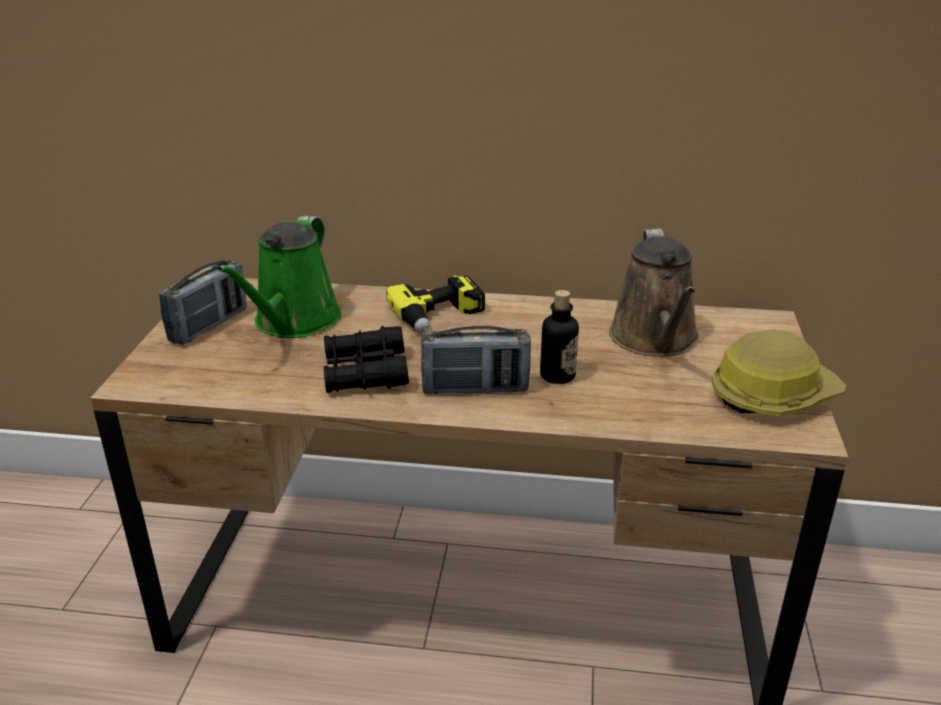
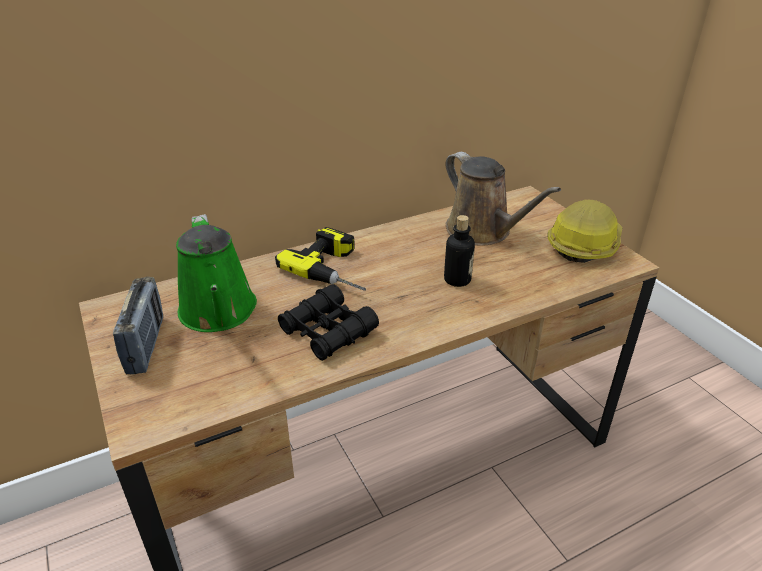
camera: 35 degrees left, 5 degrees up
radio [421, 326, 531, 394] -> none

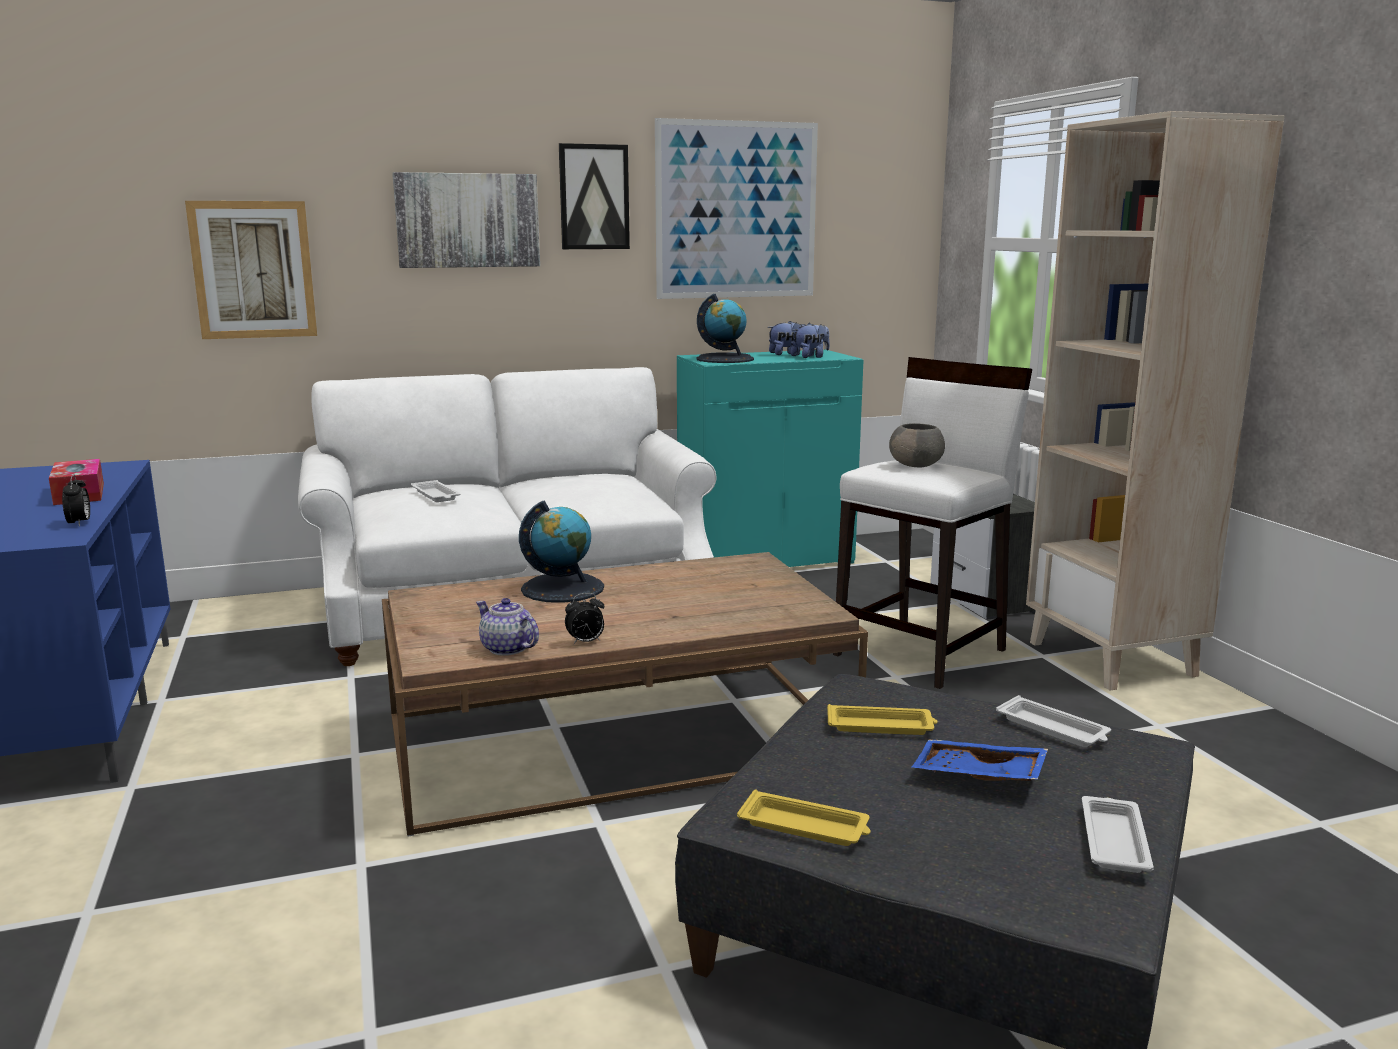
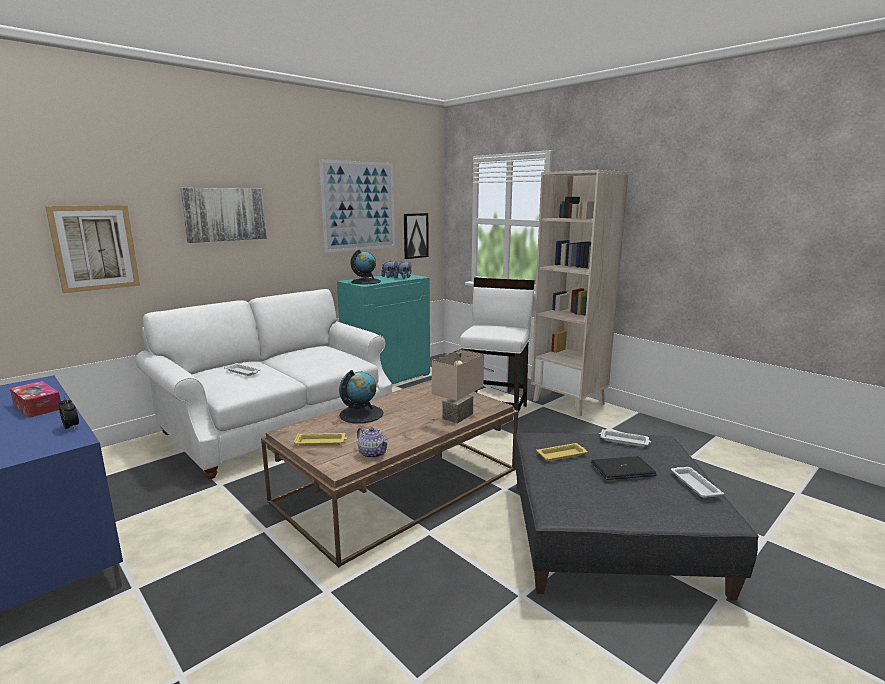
camera: 25 degrees left, 0 degrees up
alarm clock [565, 593, 604, 645] -> none
grey bowl [889, 423, 945, 467] -> none
none -> beige table lamp [432, 349, 484, 424]
picture [559, 143, 630, 249] -> picture [404, 213, 429, 259], shifted
yellow tray [737, 790, 871, 846] -> yellow tray [293, 433, 347, 446], shifted
blue tray [912, 740, 1048, 781] -> laptop [591, 456, 657, 480]
teapot [476, 598, 539, 656] -> teapot [357, 427, 388, 458], 150 degrees counterclockwise

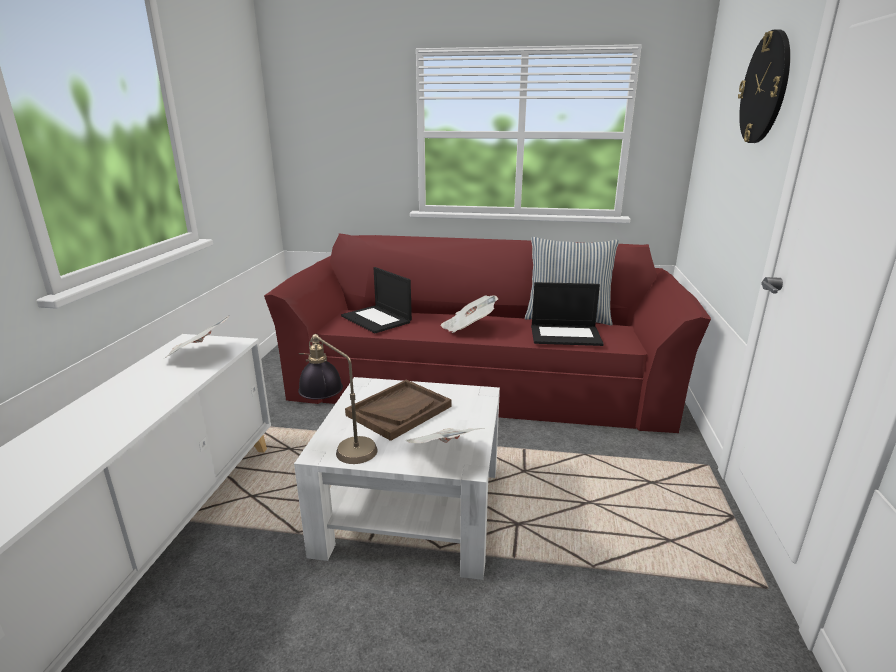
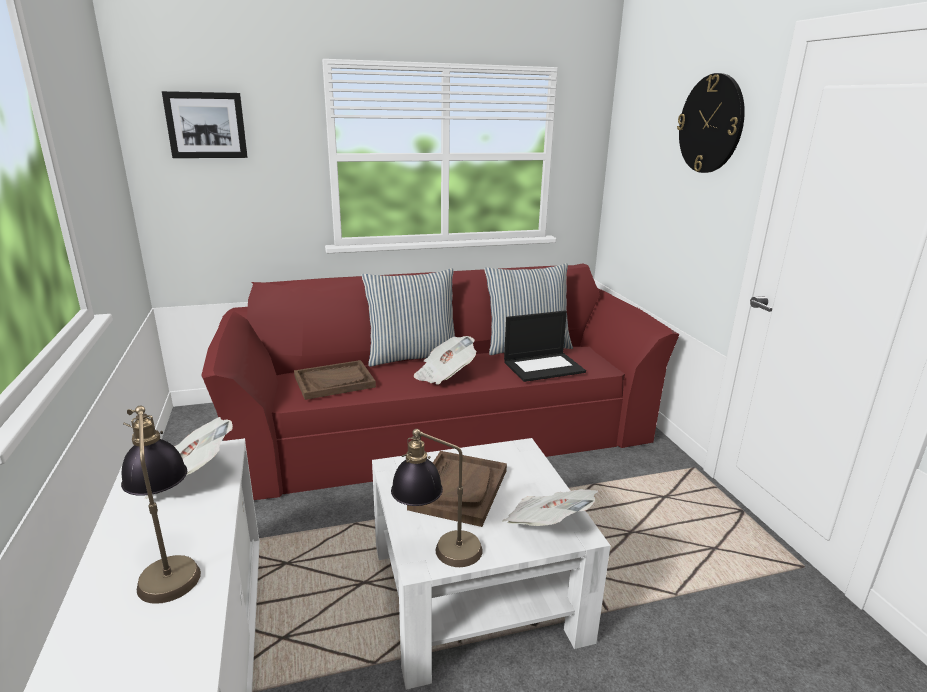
camera: 25 degrees left, 0 degrees up
none -> table lamp [121, 406, 201, 604]
none -> picture [162, 91, 247, 158]
none -> pillow [362, 268, 455, 367]
laptop [341, 267, 412, 333] -> brown tray [294, 360, 376, 400]

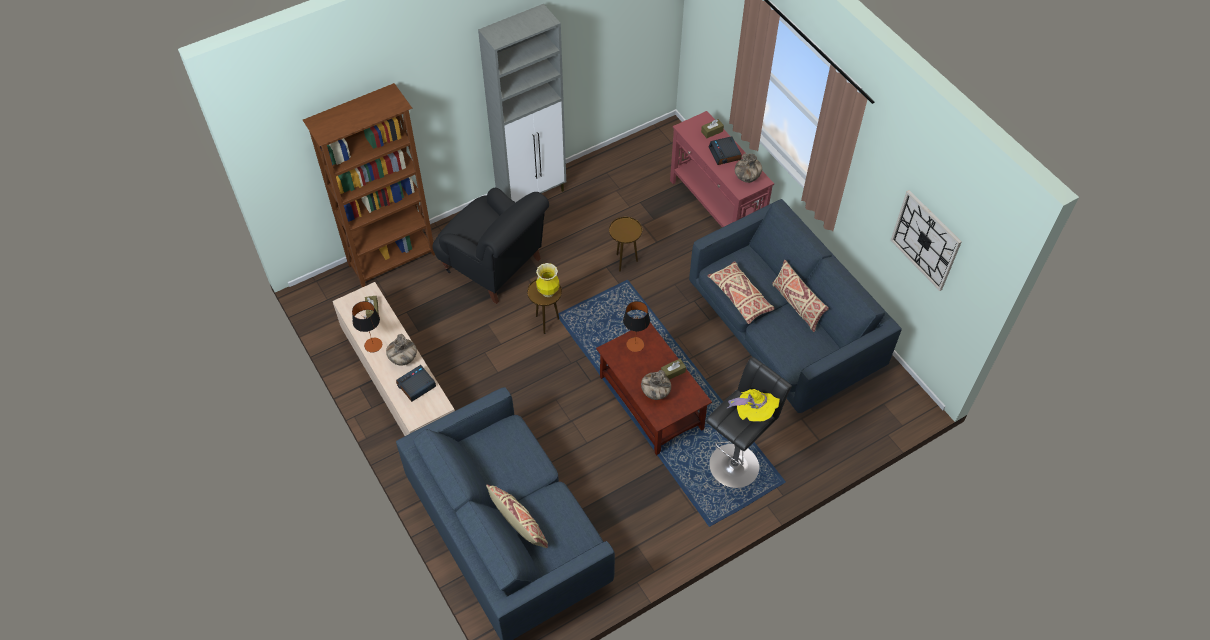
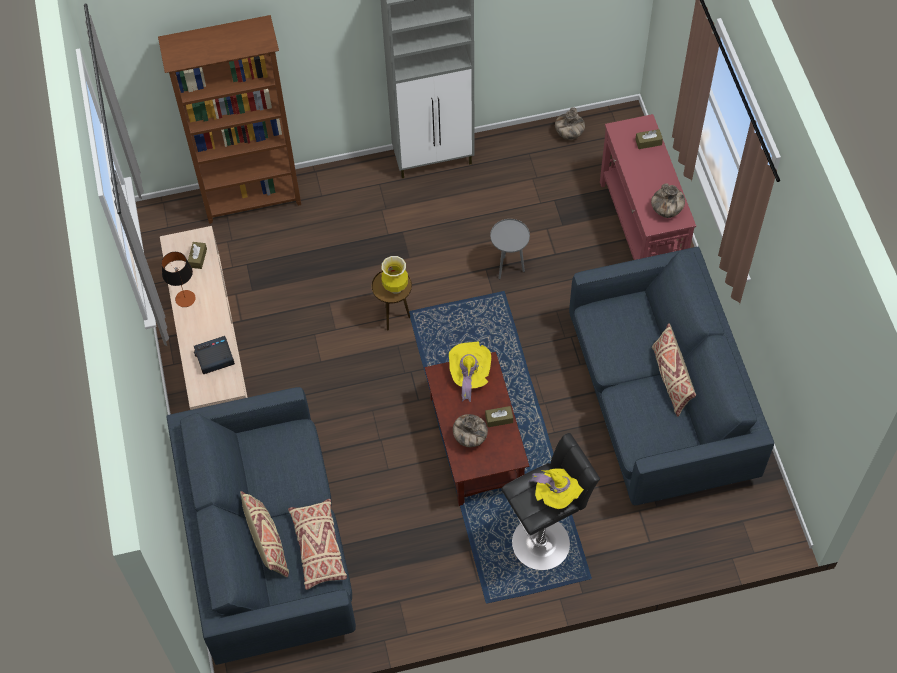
camera: 20 degrees right, 5 degrees up
black armchair [432, 188, 549, 304] -> none
alarm clock [709, 136, 742, 165] -> none
wall clock [890, 190, 961, 291] -> none
vase [386, 334, 417, 365] -> vase [555, 107, 585, 140], shifted
beige pillow [707, 261, 775, 324] -> beige pillow [288, 499, 347, 590], shifted
table lamp [623, 301, 650, 352] -> yellow hat [449, 341, 491, 402]
brown side table [609, 217, 642, 272] -> grey side table [490, 219, 530, 279]

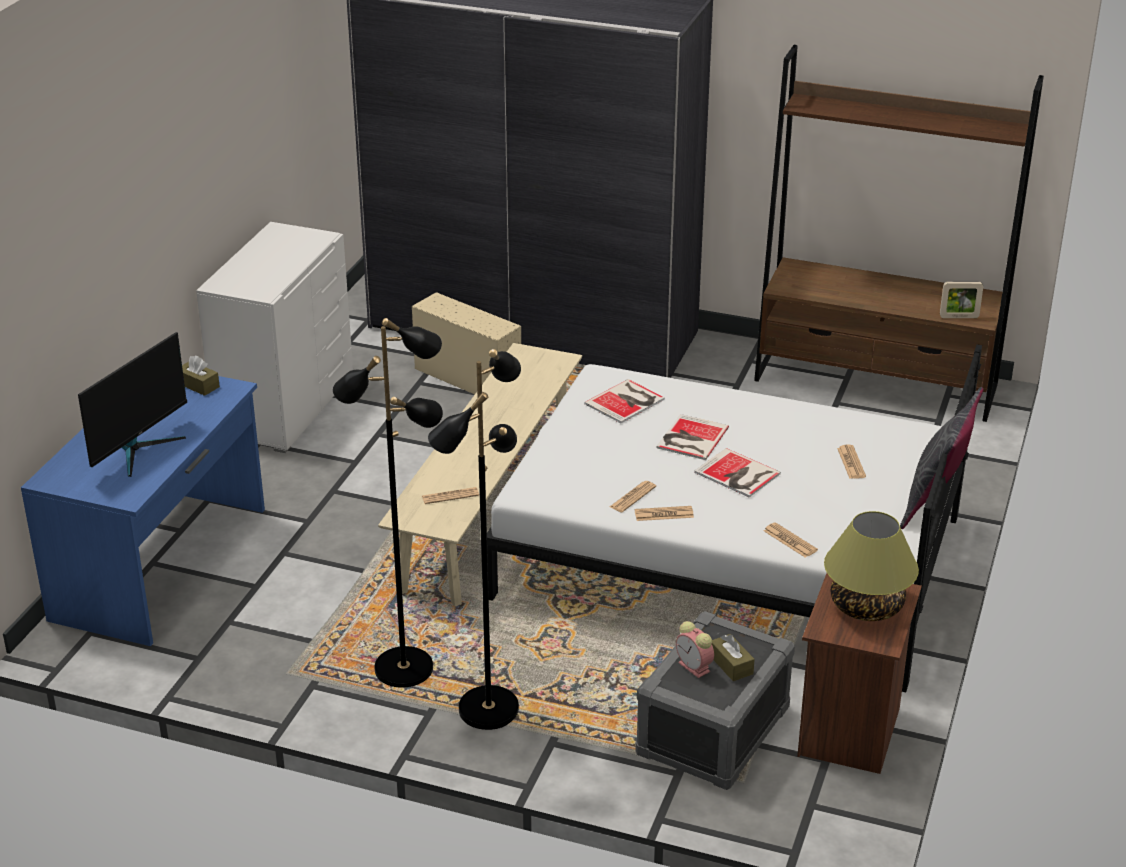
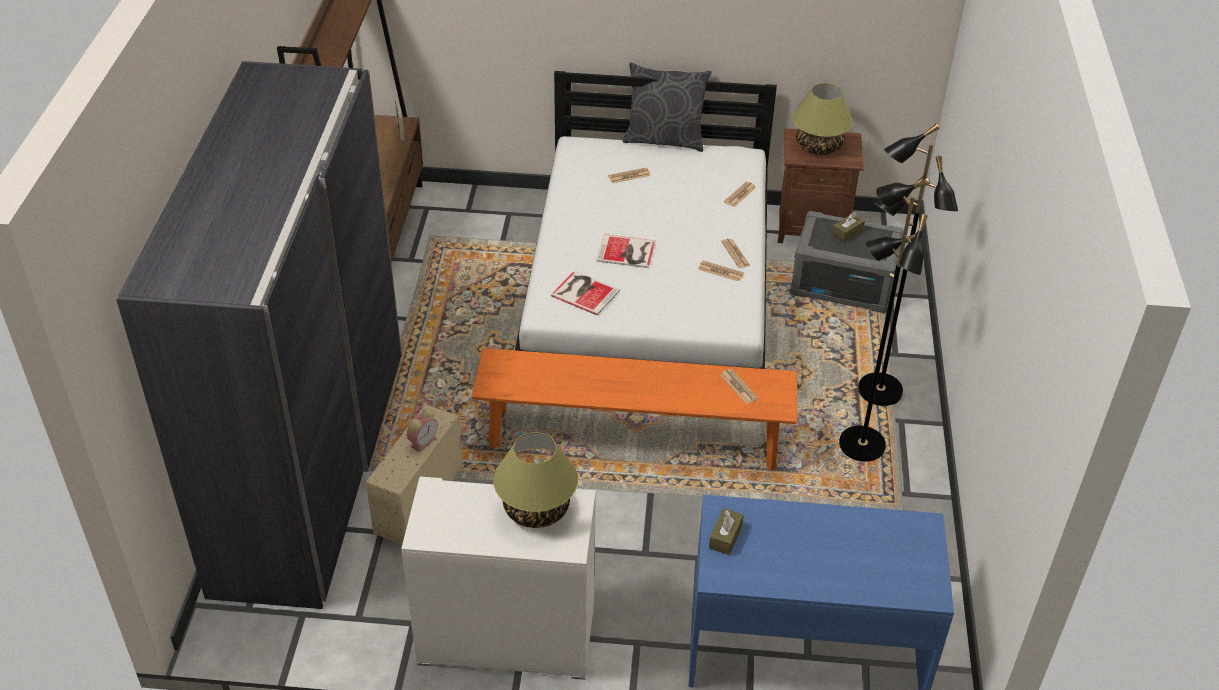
camera: 105 degrees left, 10 degrees up
monitor [78, 332, 187, 477] -> none
book [694, 448, 781, 497] -> none
none -> table lamp [493, 432, 578, 528]
alarm clock [676, 621, 714, 678] -> alarm clock [407, 408, 438, 452], shifted
beige bench [378, 343, 582, 606] -> orange bench [471, 348, 797, 471]

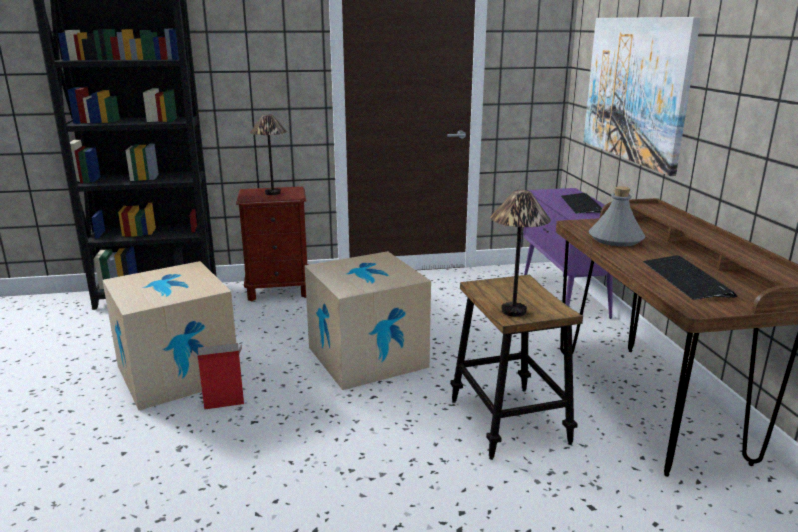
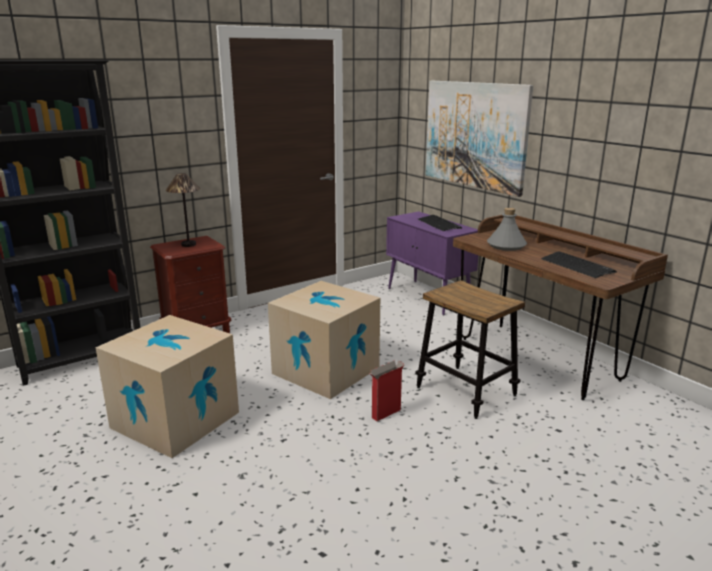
camera: 25 degrees left, 0 degrees up
table lamp [490, 190, 551, 317] -> none
cardboard box [192, 343, 244, 410] -> cardboard box [369, 360, 404, 421], shifted

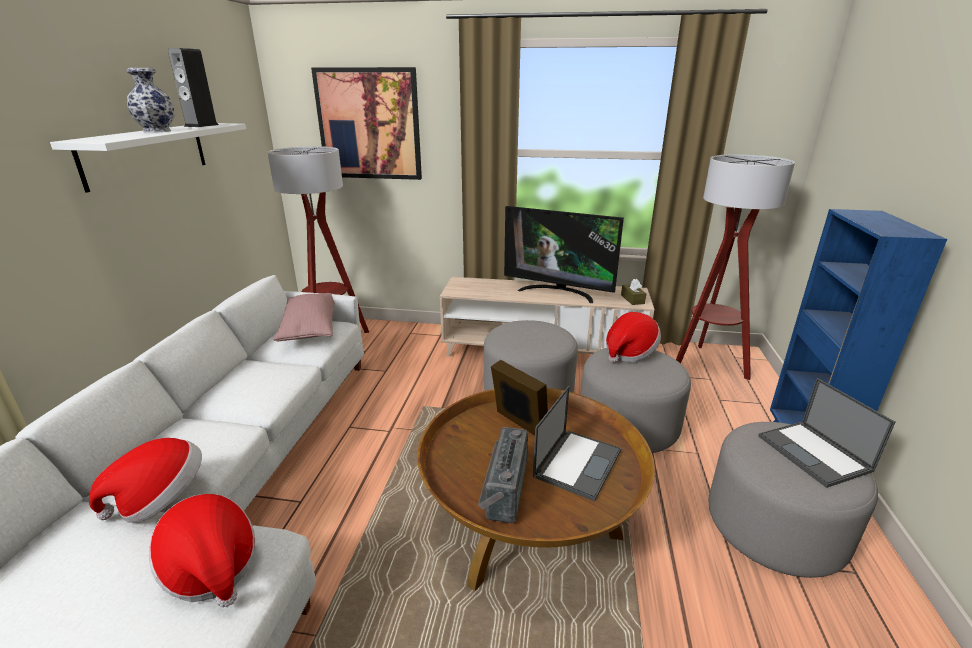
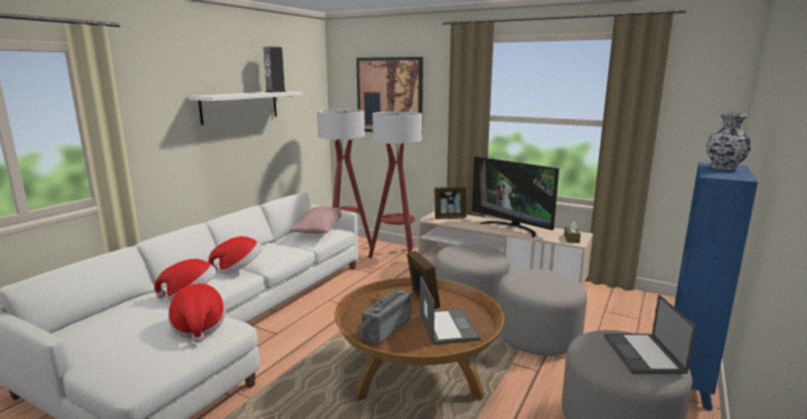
camera: 20 degrees right, 10 degrees down
none -> picture frame [434, 186, 467, 219]
vase [126, 68, 174, 133] -> vase [706, 112, 751, 170], shifted
hat [606, 312, 661, 363] -> hat [208, 236, 262, 274], shifted
floor lamp [676, 154, 795, 380] -> floor lamp [368, 111, 422, 258], shifted
laptop [533, 386, 621, 501] -> laptop [420, 276, 480, 345], 60 degrees counterclockwise

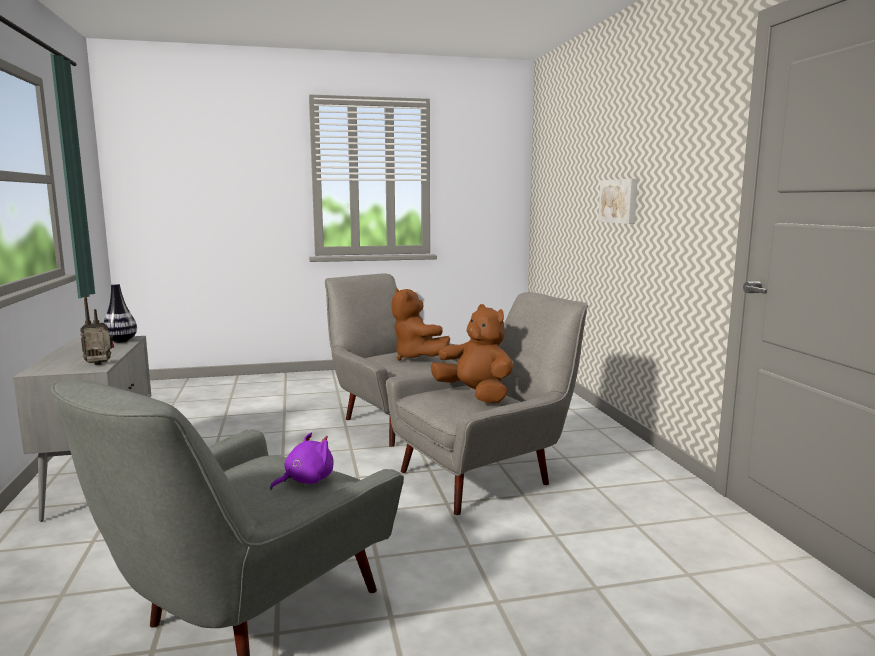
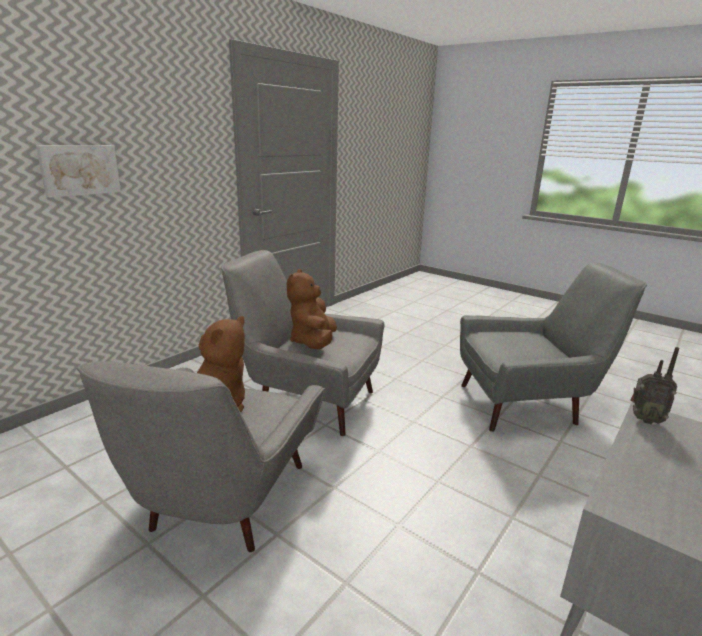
camera: 130 degrees left, 10 degrees up
vase [103, 283, 137, 343] -> none
purple plush toy [270, 433, 334, 490] -> none

